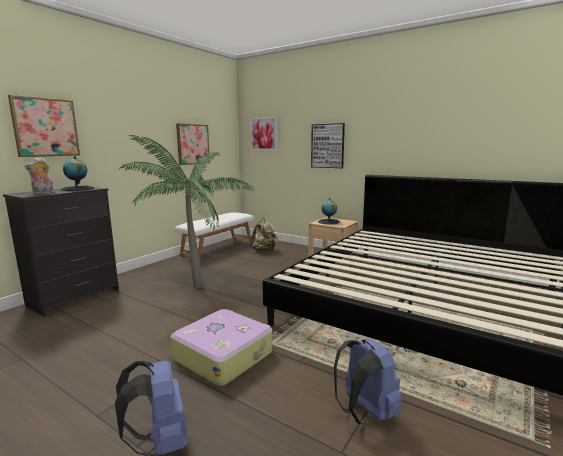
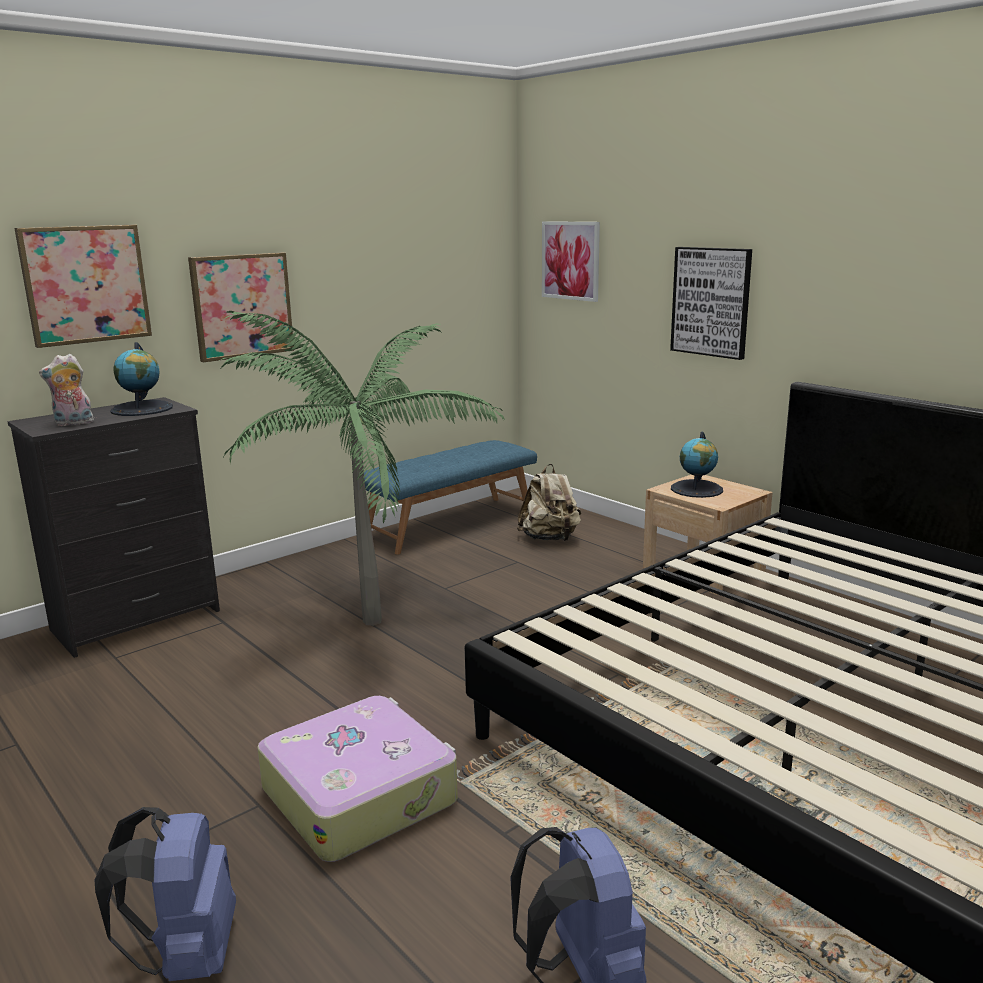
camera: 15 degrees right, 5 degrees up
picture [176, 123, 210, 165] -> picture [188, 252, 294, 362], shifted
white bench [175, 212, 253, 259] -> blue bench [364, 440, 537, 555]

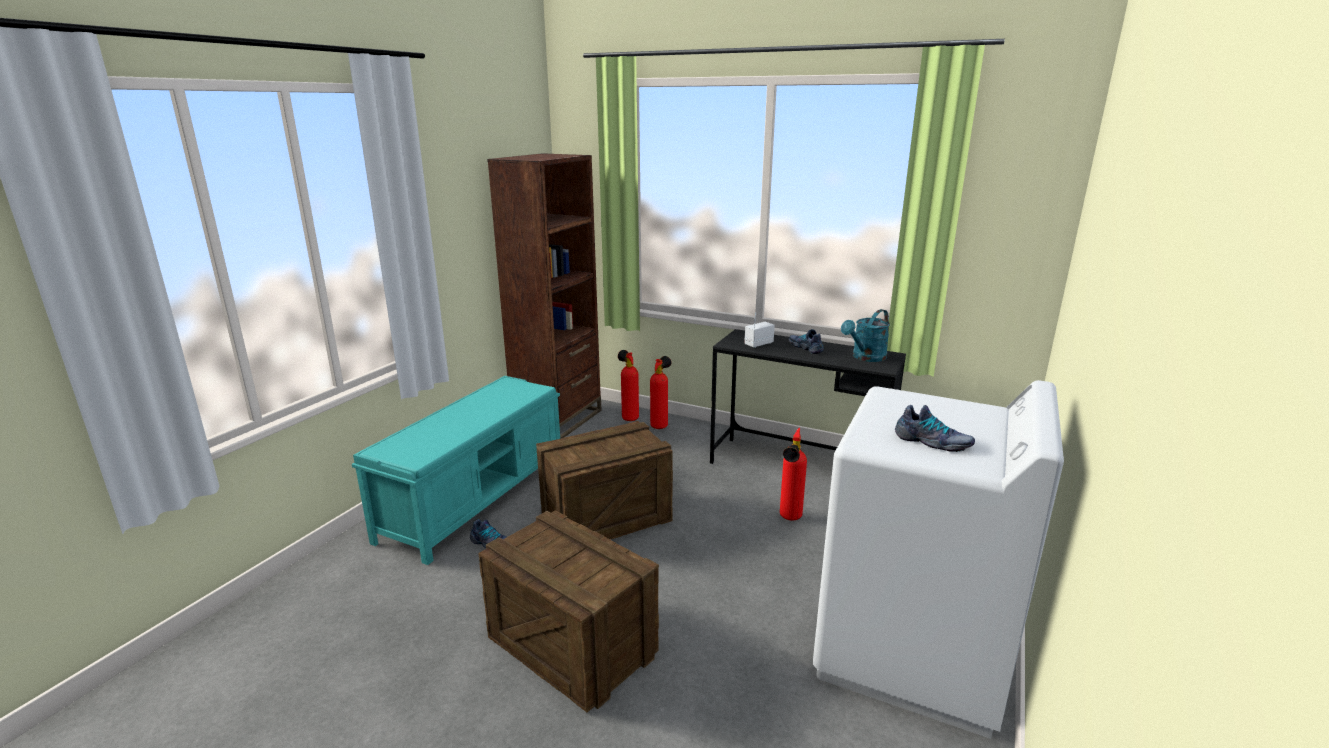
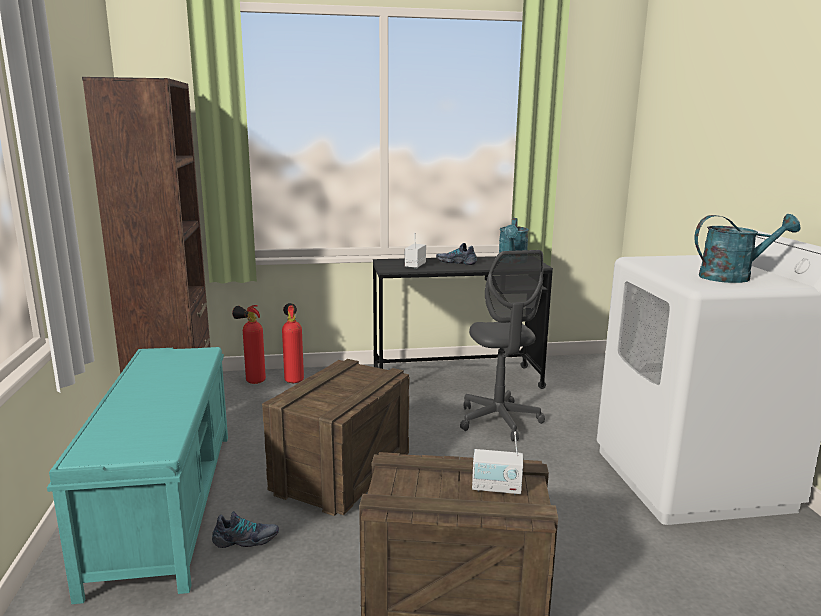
camera: 35 degrees left, 5 degrees down
none -> radio [472, 431, 523, 495]
fire extinguisher [780, 428, 807, 520] -> grey office chair [460, 250, 545, 441]
shoe [895, 405, 975, 452] -> turquoise watering can [694, 214, 800, 283]

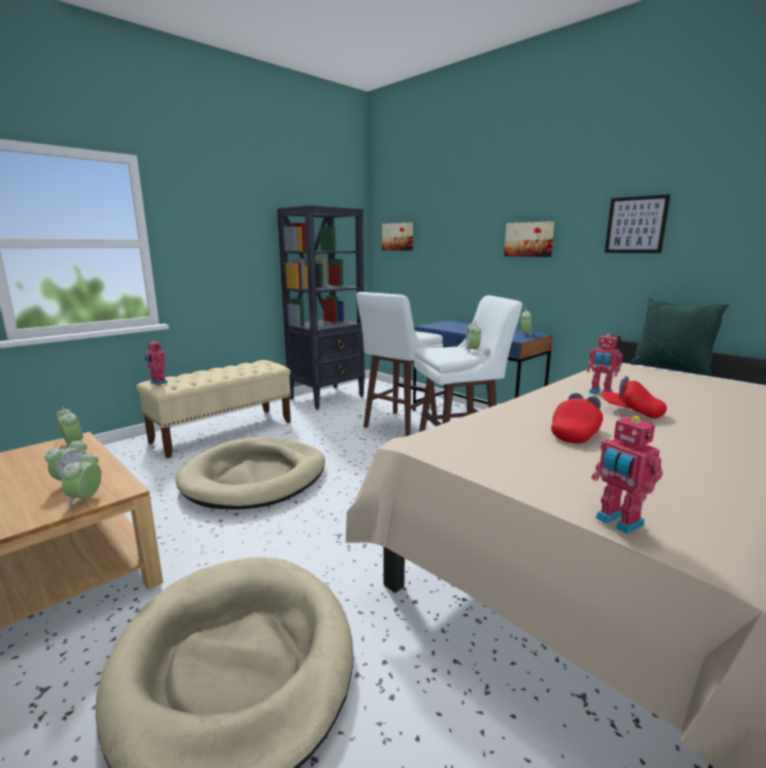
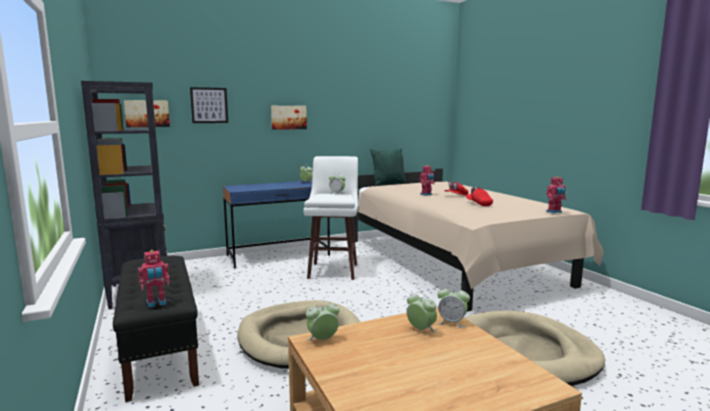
camera: 70 degrees left, 5 degrees down
white stool [356, 292, 443, 436] -> none
picture [605, 194, 671, 253] -> picture [190, 87, 228, 123], shifted
beige bench [137, 360, 291, 458] -> black bench [113, 256, 199, 402]

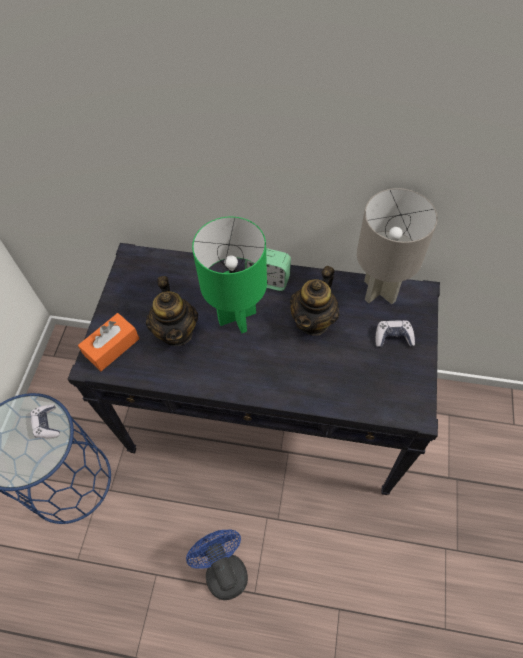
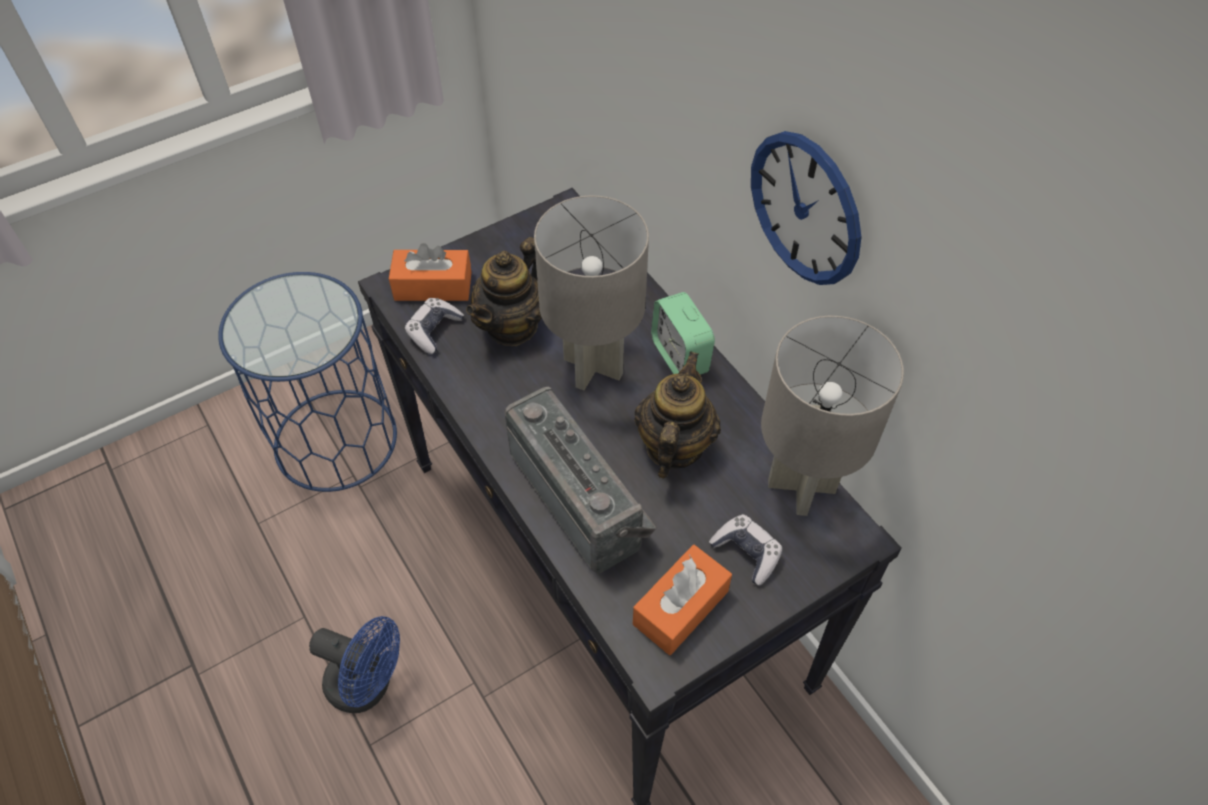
camera: 45 degrees right, 5 degrees down
none -> radio [504, 387, 657, 574]
none -> orange tissue box [633, 545, 732, 655]
none -> wall clock [751, 131, 861, 285]
game controller [30, 404, 60, 438] -> game controller [405, 298, 464, 354], shifted
green table lamp [192, 217, 267, 333] -> grey table lamp [534, 195, 649, 390]
blue fan [186, 529, 248, 600] -> blue fan [309, 616, 400, 713], 90 degrees clockwise
teapot [290, 266, 339, 336] -> teapot [634, 351, 721, 479], 120 degrees clockwise

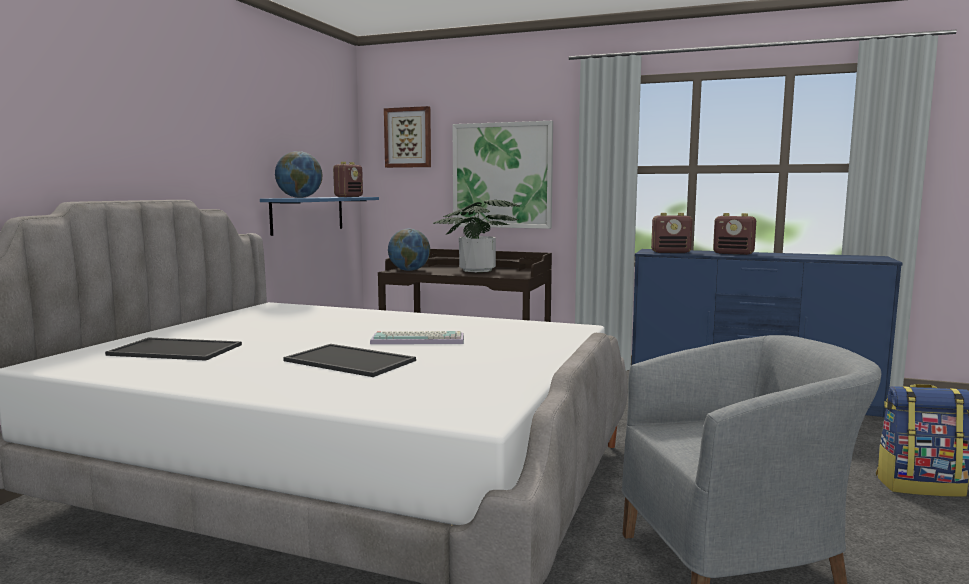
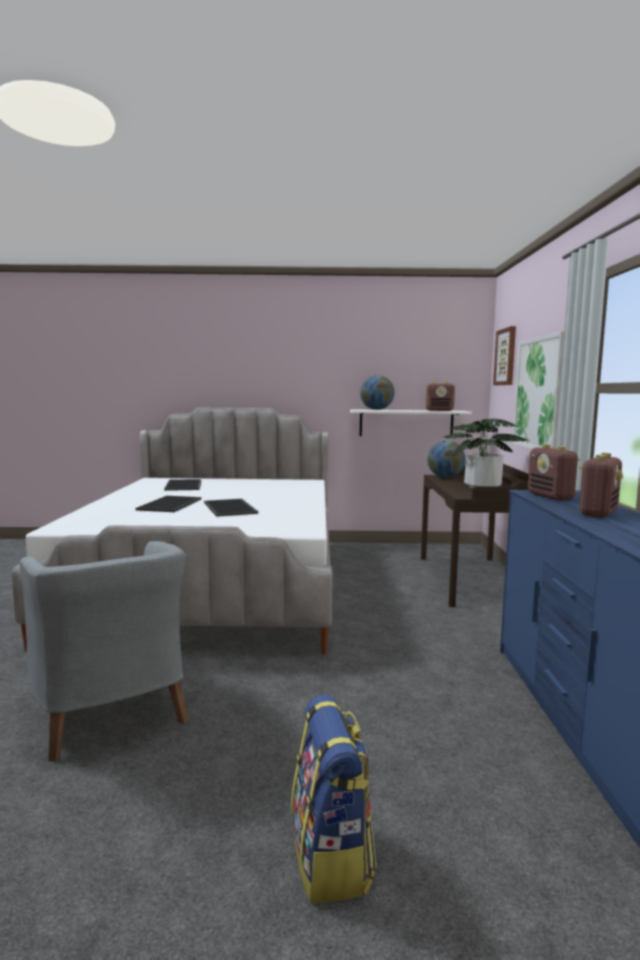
camera: 70 degrees right, 0 degrees up
keyboard [370, 331, 464, 344] -> tray [204, 499, 258, 517]
blue shelf [260, 197, 379, 236] -> white shelf [350, 409, 472, 436]
radio [713, 213, 756, 255] -> radio [579, 453, 623, 518], 150 degrees counterclockwise

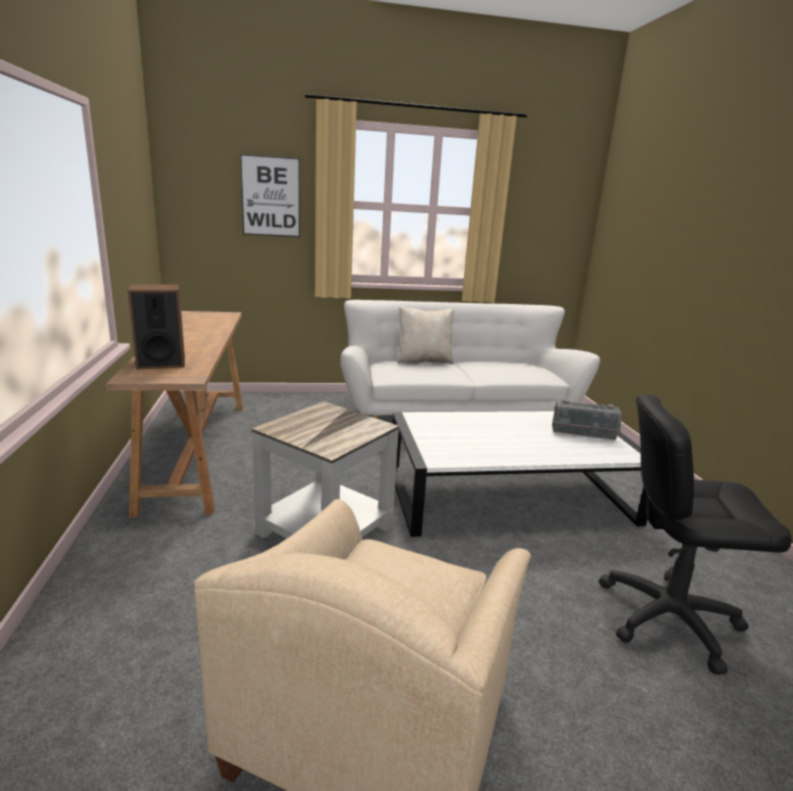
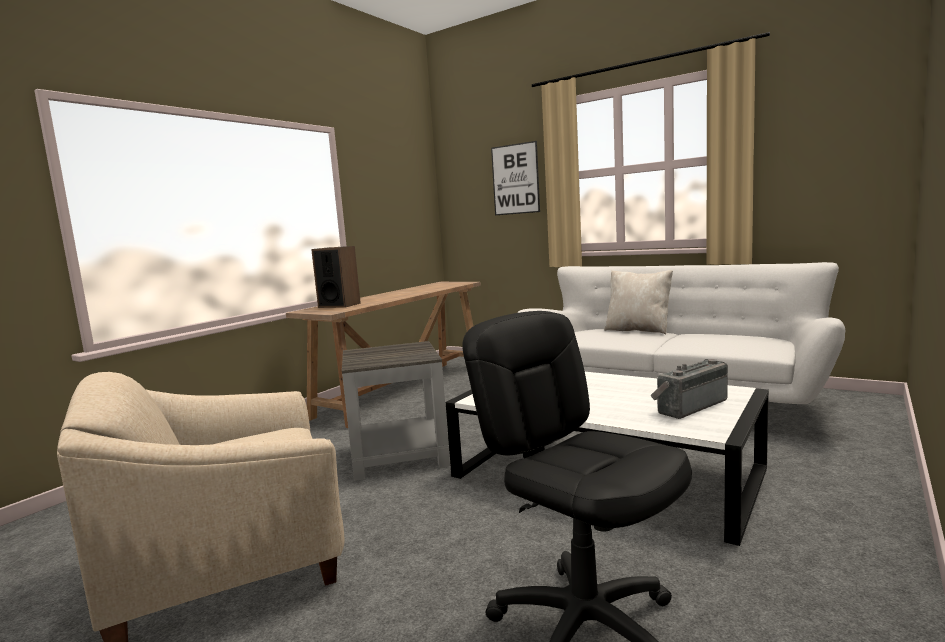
camera: 45 degrees right, 10 degrees down
radio [552, 399, 622, 440] -> radio [650, 359, 728, 419], 90 degrees clockwise

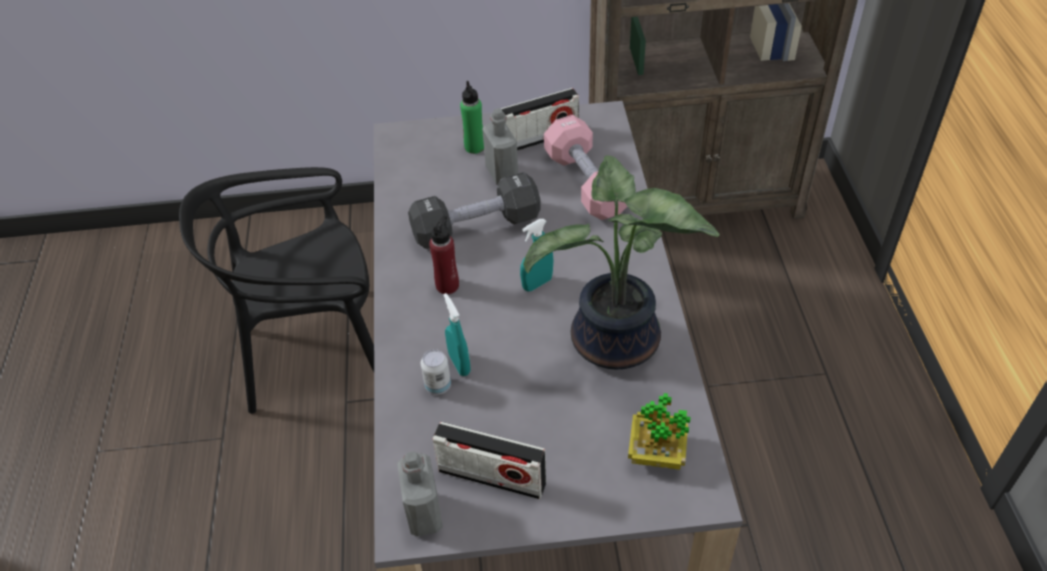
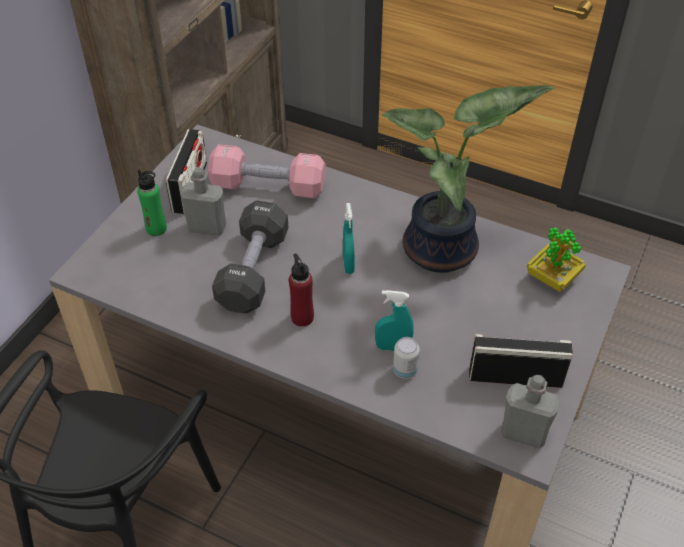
camera: 60 degrees left, 0 degrees up
radio [433, 422, 546, 499] -> radio [469, 334, 573, 388], 135 degrees counterclockwise

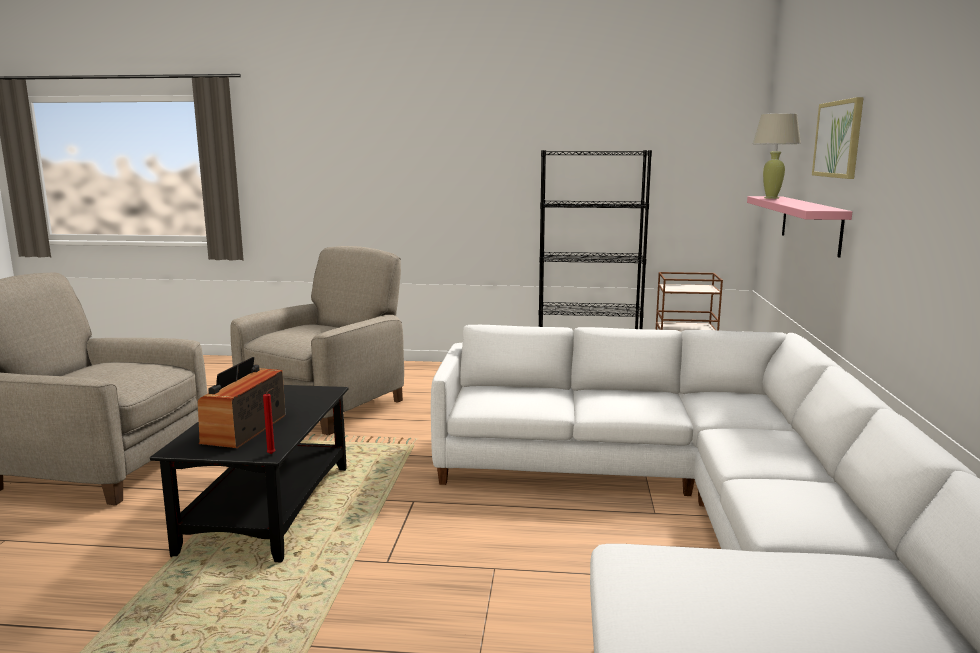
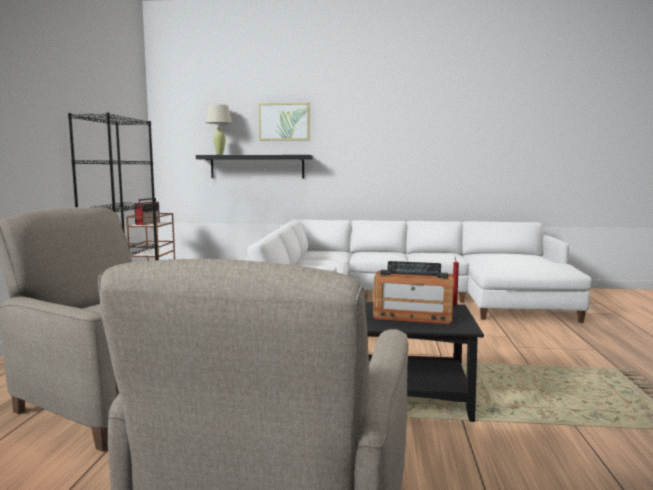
camera: 90 degrees left, 5 degrees down
none -> radio [134, 198, 160, 225]
pink shelf [747, 196, 852, 257] -> black shelf [196, 155, 313, 178]

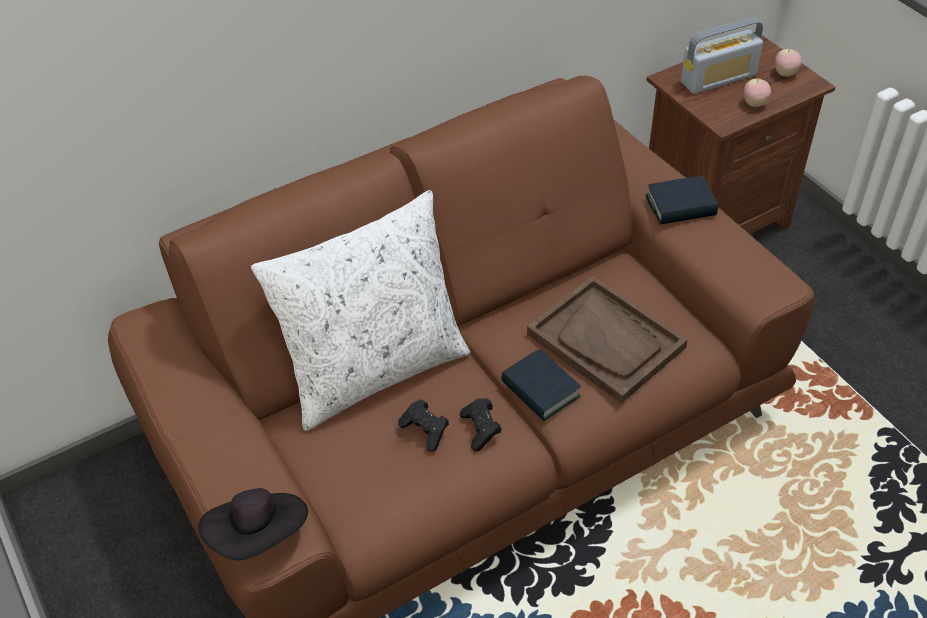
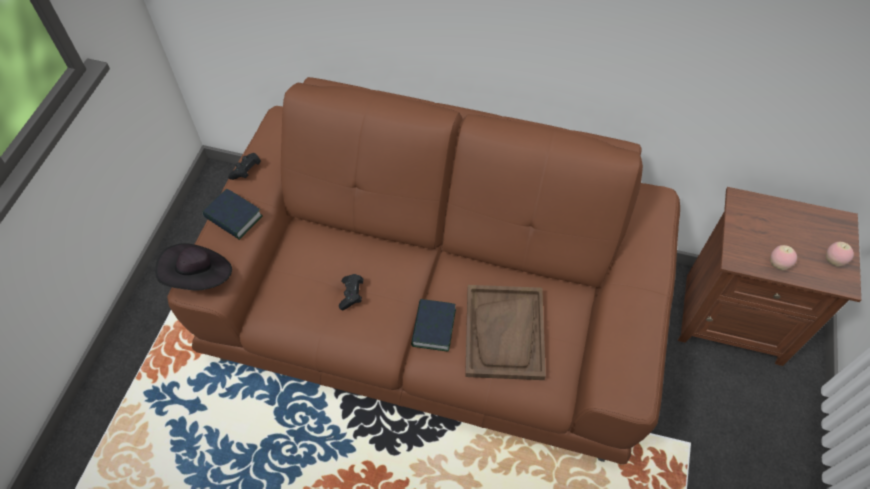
camera: 45 degrees right, 10 degrees up
white pillow [251, 190, 470, 431] -> none
radio [681, 17, 763, 94] -> none
black game controller [460, 398, 502, 451] -> black game controller [228, 153, 261, 180], shifted
book [646, 175, 718, 225] -> book [203, 189, 263, 240], shifted

